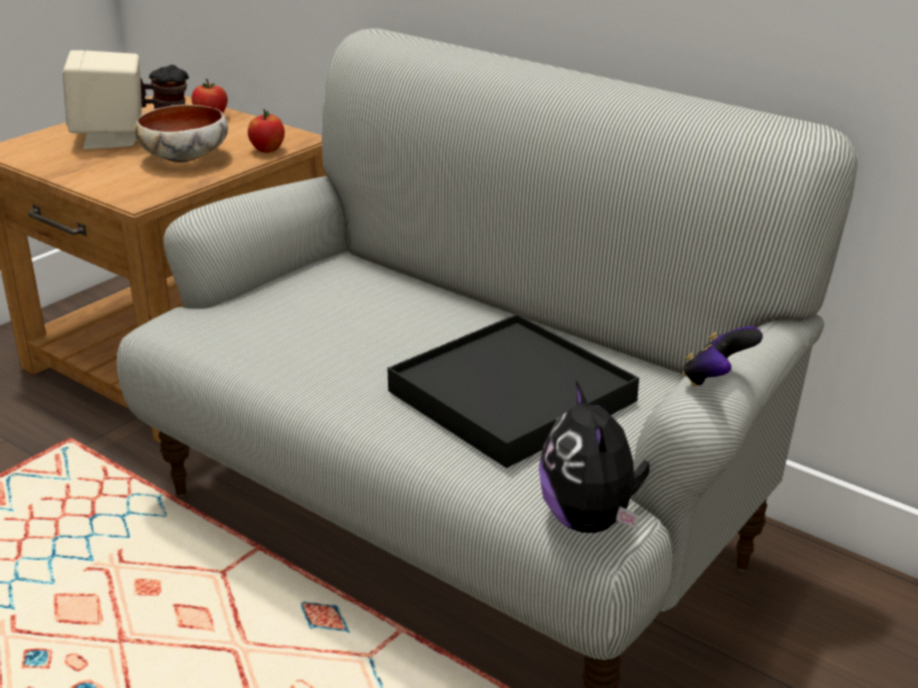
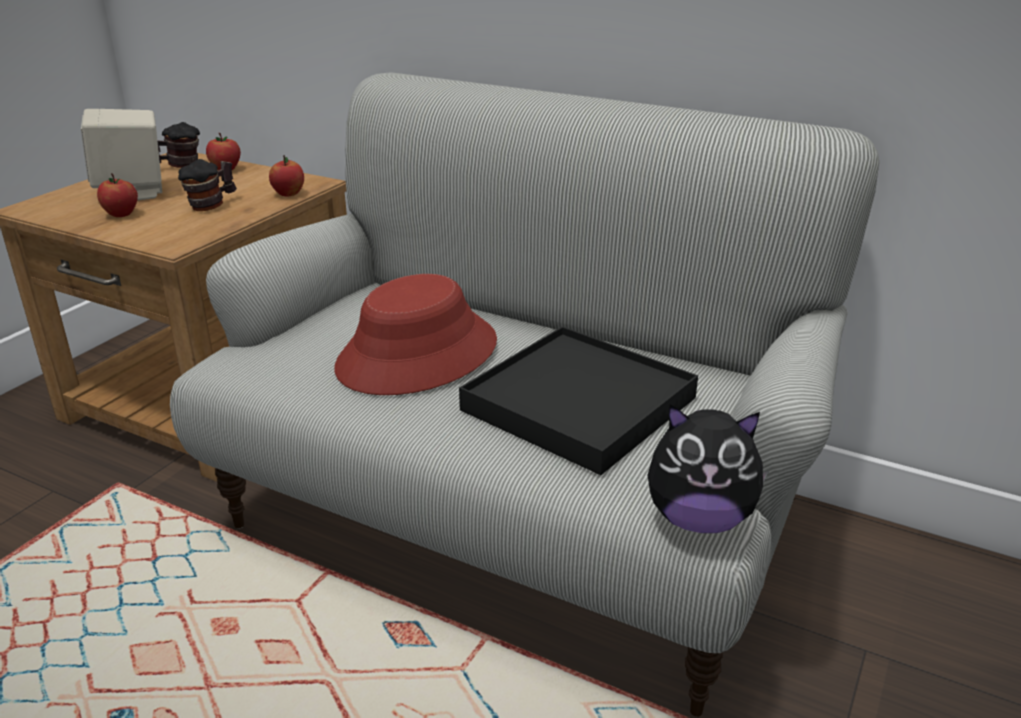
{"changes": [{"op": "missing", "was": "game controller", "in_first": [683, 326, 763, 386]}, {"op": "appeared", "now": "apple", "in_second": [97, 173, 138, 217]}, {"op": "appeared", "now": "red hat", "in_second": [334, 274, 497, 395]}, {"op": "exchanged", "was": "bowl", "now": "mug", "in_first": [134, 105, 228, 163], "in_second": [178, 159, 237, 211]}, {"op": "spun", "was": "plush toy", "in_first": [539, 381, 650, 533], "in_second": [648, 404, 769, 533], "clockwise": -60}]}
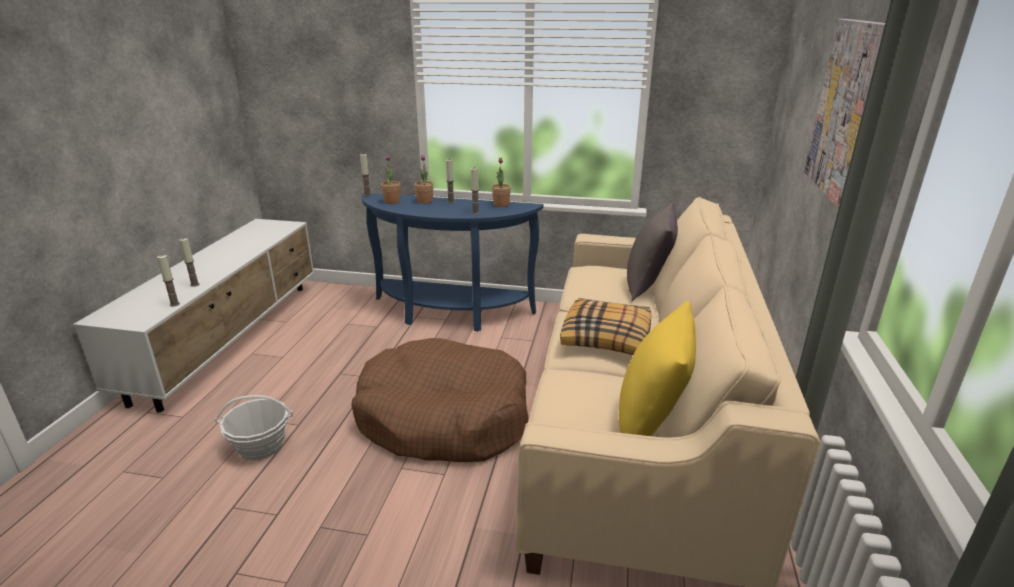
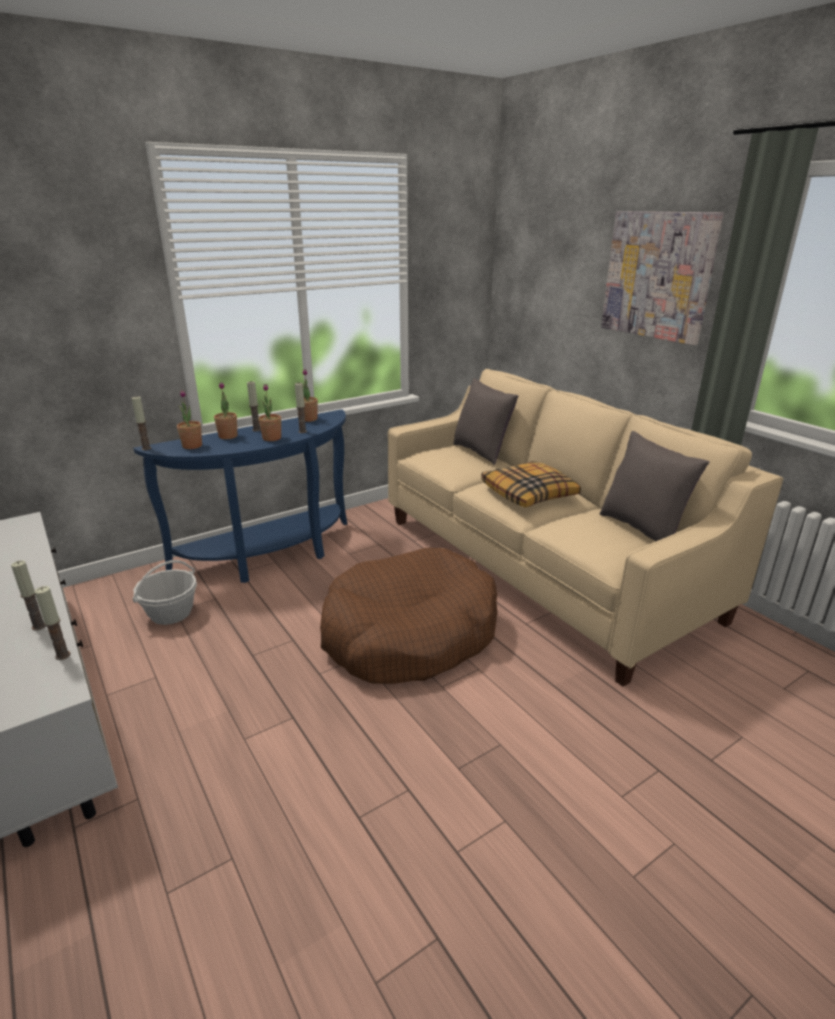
{"changes": [{"op": "appeared", "now": "potted plant", "in_second": [258, 384, 281, 441]}, {"op": "relocated", "was": "basket", "in_first": [215, 395, 293, 460], "in_second": [133, 560, 197, 625]}, {"op": "colour", "was": "yellow pillow", "now": "grey pillow", "in_first": [619, 301, 696, 436], "in_second": [600, 431, 710, 541]}]}
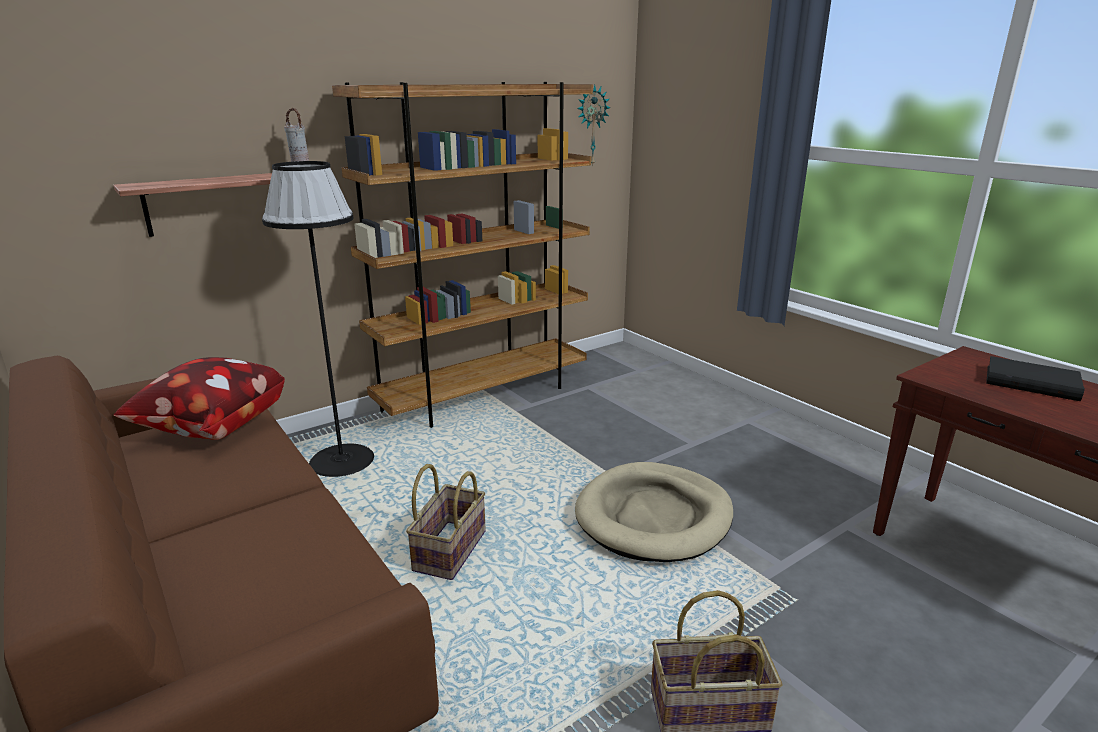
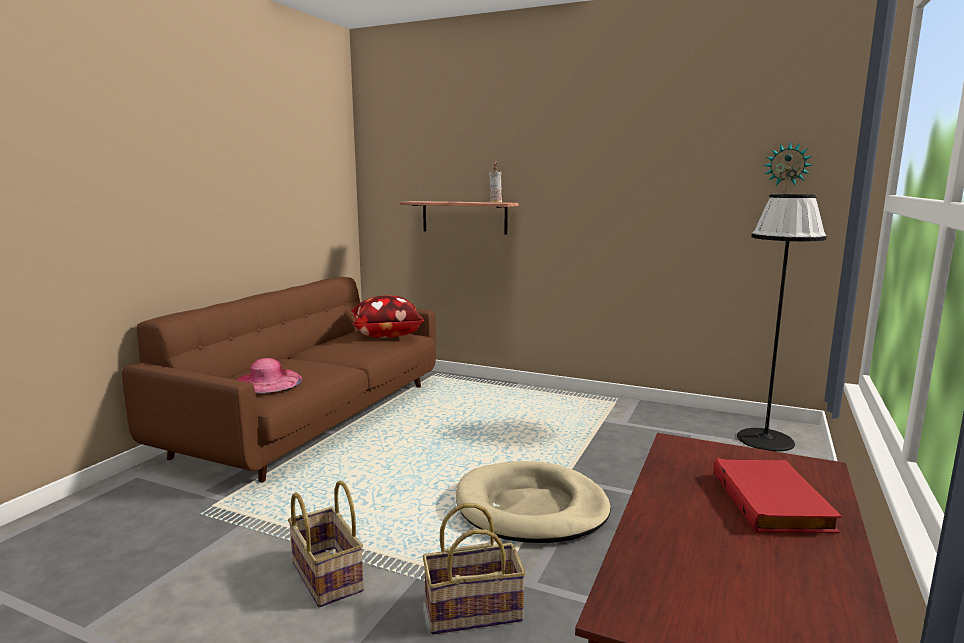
{"changes": [{"op": "missing", "was": "brown bookcase", "in_first": [332, 82, 593, 428]}, {"op": "appeared", "now": "pink hat", "in_second": [237, 358, 303, 393]}, {"op": "relocated", "was": "black floor lamp", "in_first": [262, 161, 374, 477], "in_second": [737, 194, 827, 452]}, {"op": "relocated", "was": "basket", "in_first": [406, 464, 486, 580], "in_second": [423, 503, 526, 635]}, {"op": "colour", "was": "black book", "now": "red book", "in_first": [986, 356, 1085, 401], "in_second": [713, 458, 842, 533]}]}
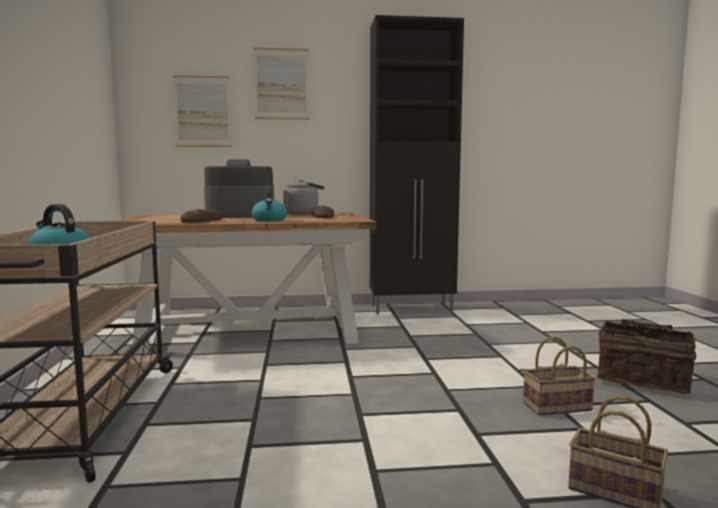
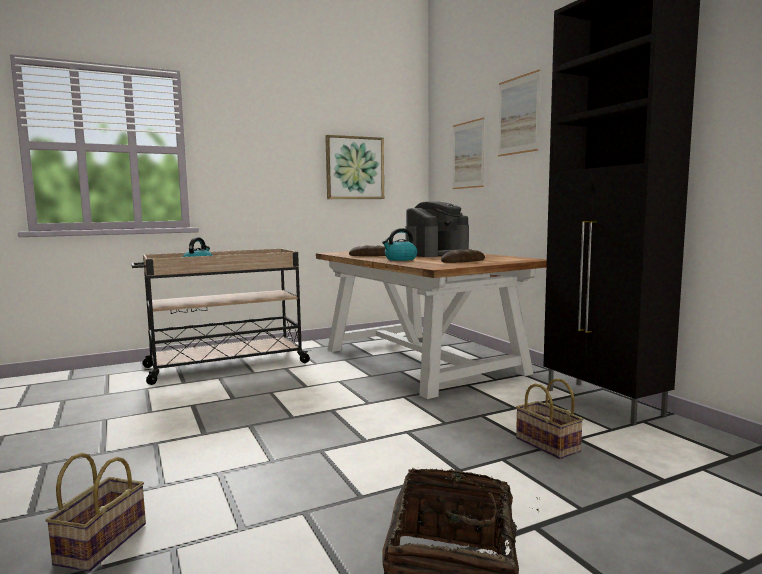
{"changes": [{"op": "missing", "was": "grey kettle", "in_first": [283, 180, 324, 215]}, {"op": "appeared", "now": "picture", "in_second": [325, 135, 384, 199]}, {"op": "relocated", "was": "basket", "in_first": [523, 336, 596, 416], "in_second": [516, 378, 584, 459]}, {"op": "spun", "was": "coffee machine", "in_first": [204, 159, 274, 218], "in_second": [405, 201, 469, 257], "clockwise": 75}]}
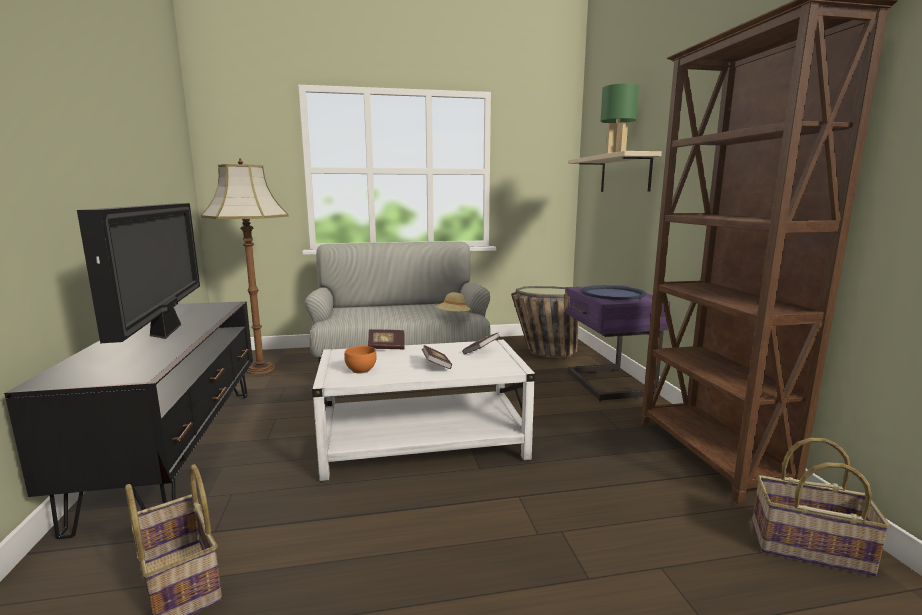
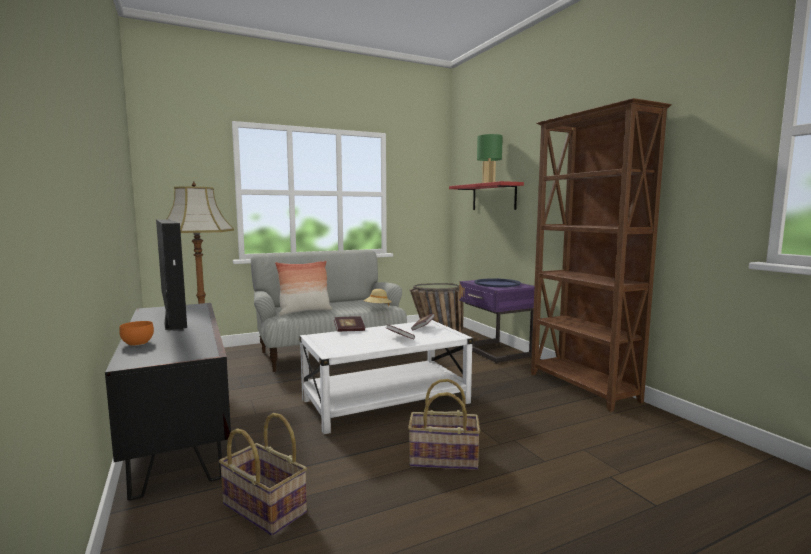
{"changes": [{"op": "appeared", "now": "pillow", "in_second": [275, 261, 332, 316]}, {"op": "relocated", "was": "orange bowl", "in_first": [344, 346, 377, 374], "in_second": [119, 321, 154, 346]}, {"op": "relocated", "was": "basket", "in_first": [752, 438, 891, 577], "in_second": [408, 379, 480, 470]}, {"op": "colour", "was": "beige shelf", "now": "red shelf", "in_first": [569, 151, 662, 192], "in_second": [449, 181, 524, 210]}]}
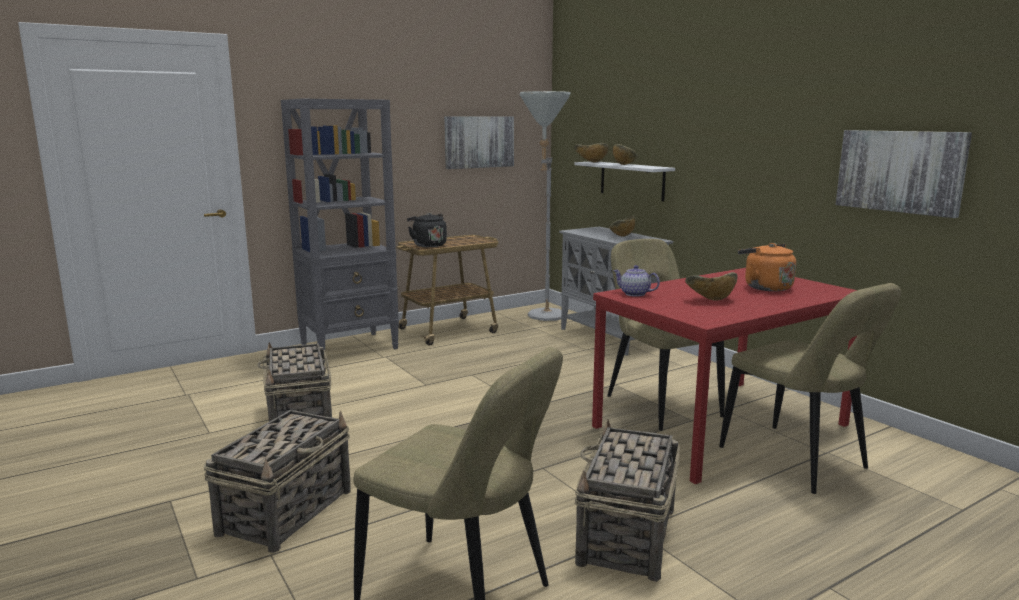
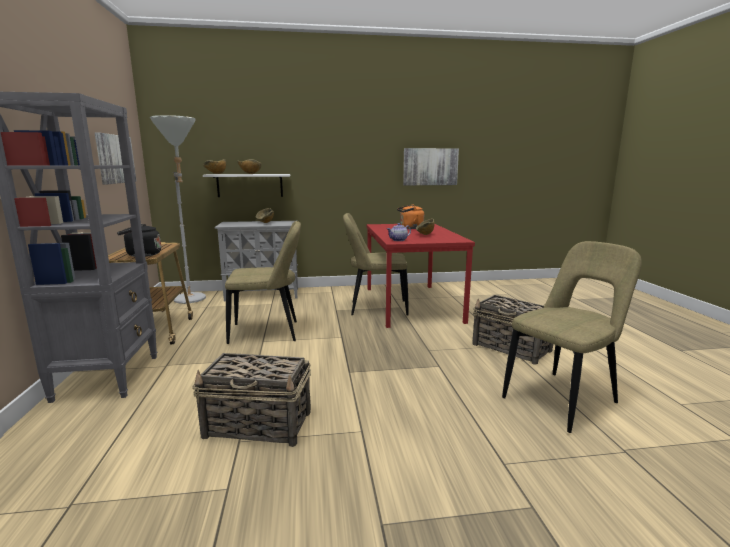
{"changes": [{"op": "missing", "was": "basket", "in_first": [204, 410, 351, 553]}, {"op": "relocated", "was": "beige chair", "in_first": [719, 283, 901, 494], "in_second": [225, 221, 301, 344]}]}
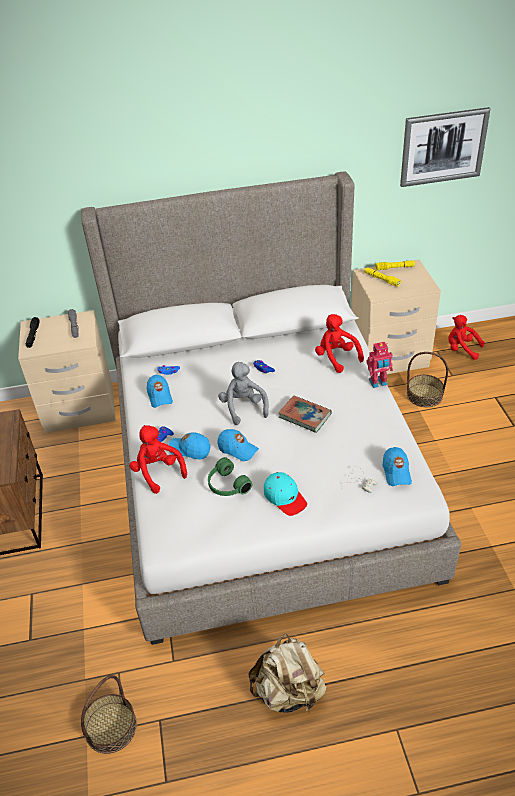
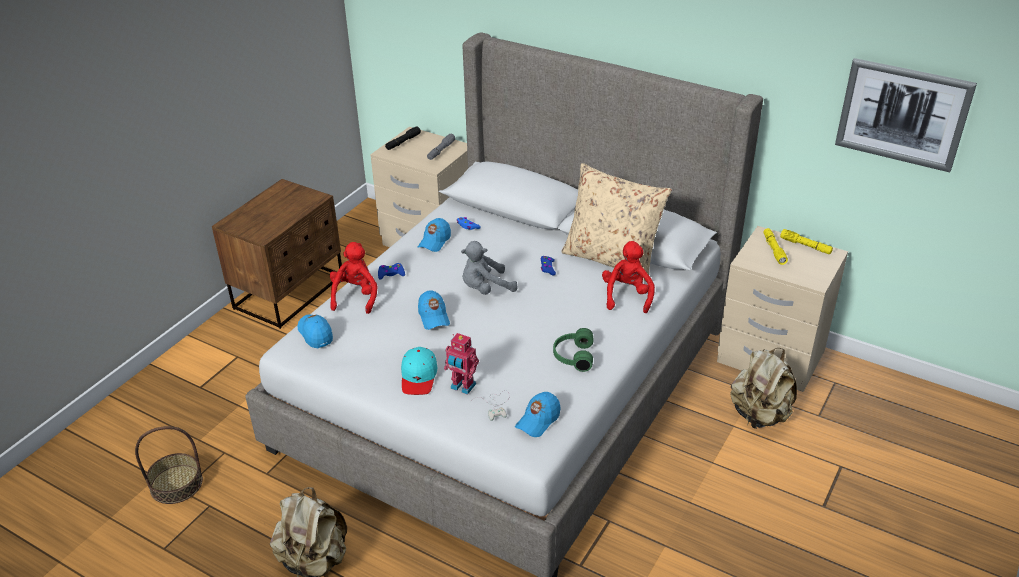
{"changes": [{"op": "missing", "was": "book", "in_first": [278, 396, 332, 433]}, {"op": "missing", "was": "red plush toy", "in_first": [448, 315, 485, 360]}, {"op": "appeared", "now": "beige pillow", "in_second": [561, 163, 672, 281]}, {"op": "relocated", "was": "blue cap", "in_first": [169, 432, 210, 460], "in_second": [298, 315, 333, 348]}, {"op": "relocated", "was": "green headphones", "in_first": [208, 457, 252, 496], "in_second": [553, 328, 594, 372]}, {"op": "relocated", "was": "toy robot", "in_first": [366, 342, 393, 388], "in_second": [444, 333, 479, 395]}, {"op": "exchanged", "was": "basket", "now": "beige backpack", "in_first": [407, 352, 448, 407], "in_second": [730, 348, 797, 429]}, {"op": "spun", "was": "grey plush toy", "in_first": [218, 362, 269, 425], "in_second": [461, 241, 518, 295], "clockwise": -135}]}
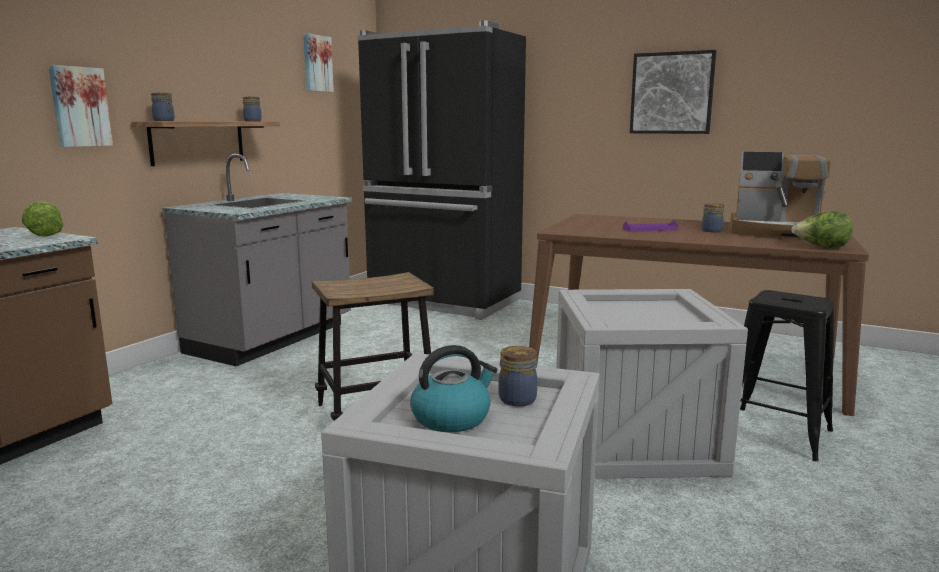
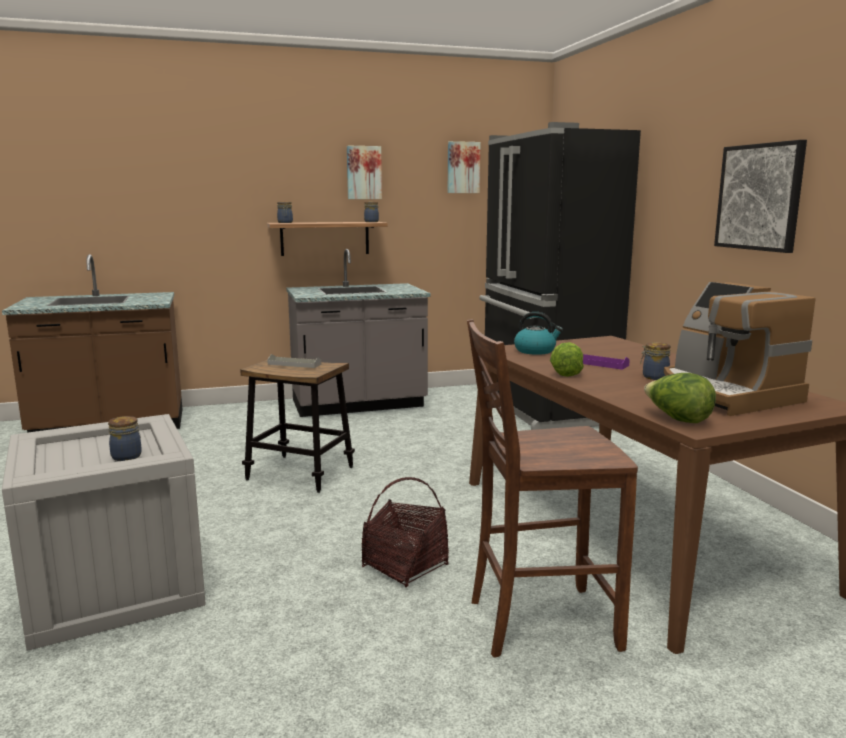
{"changes": [{"op": "appeared", "now": "grey tray", "in_second": [267, 354, 321, 368]}, {"op": "relocated", "was": "lettuce", "in_first": [22, 201, 64, 236], "in_second": [550, 342, 584, 377]}, {"op": "relocated", "was": "picture", "in_first": [48, 65, 113, 147], "in_second": [347, 146, 382, 199]}, {"op": "relocated", "was": "kettle", "in_first": [410, 345, 497, 432], "in_second": [514, 312, 563, 355]}, {"op": "exchanged", "was": "crate", "now": "basket", "in_first": [556, 289, 748, 479], "in_second": [362, 477, 449, 587]}, {"op": "exchanged", "was": "black stool", "now": "brown chair", "in_first": [740, 290, 834, 461], "in_second": [467, 319, 638, 658]}]}
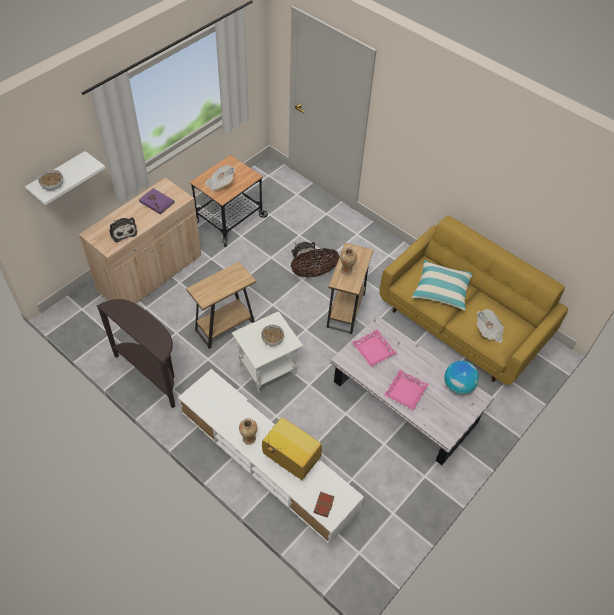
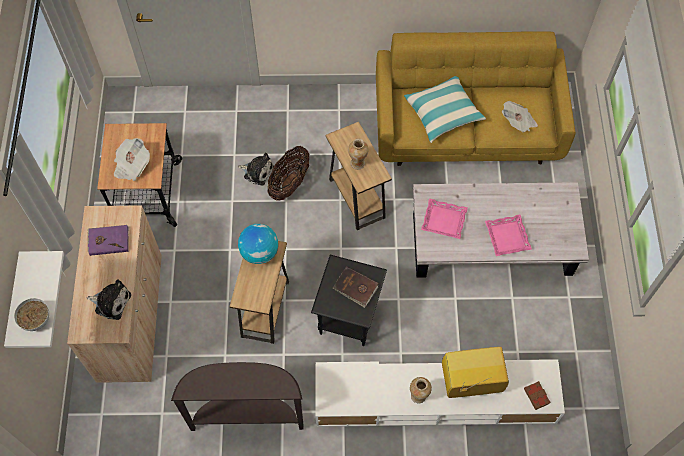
{"changes": [{"op": "relocated", "was": "globe", "in_first": [444, 361, 479, 394], "in_second": [238, 224, 278, 264]}, {"op": "exchanged", "was": "bowl", "now": "brown book", "in_first": [261, 325, 284, 346], "in_second": [332, 266, 379, 308]}, {"op": "colour", "was": "white side table", "now": "black side table", "in_first": [232, 311, 303, 393], "in_second": [311, 255, 387, 346]}]}
